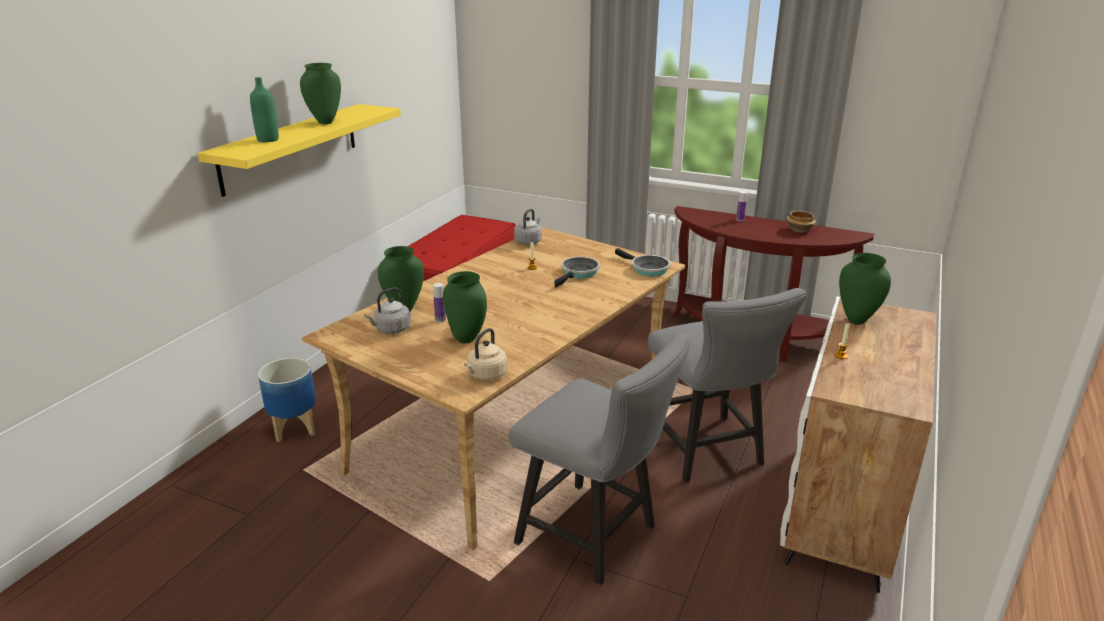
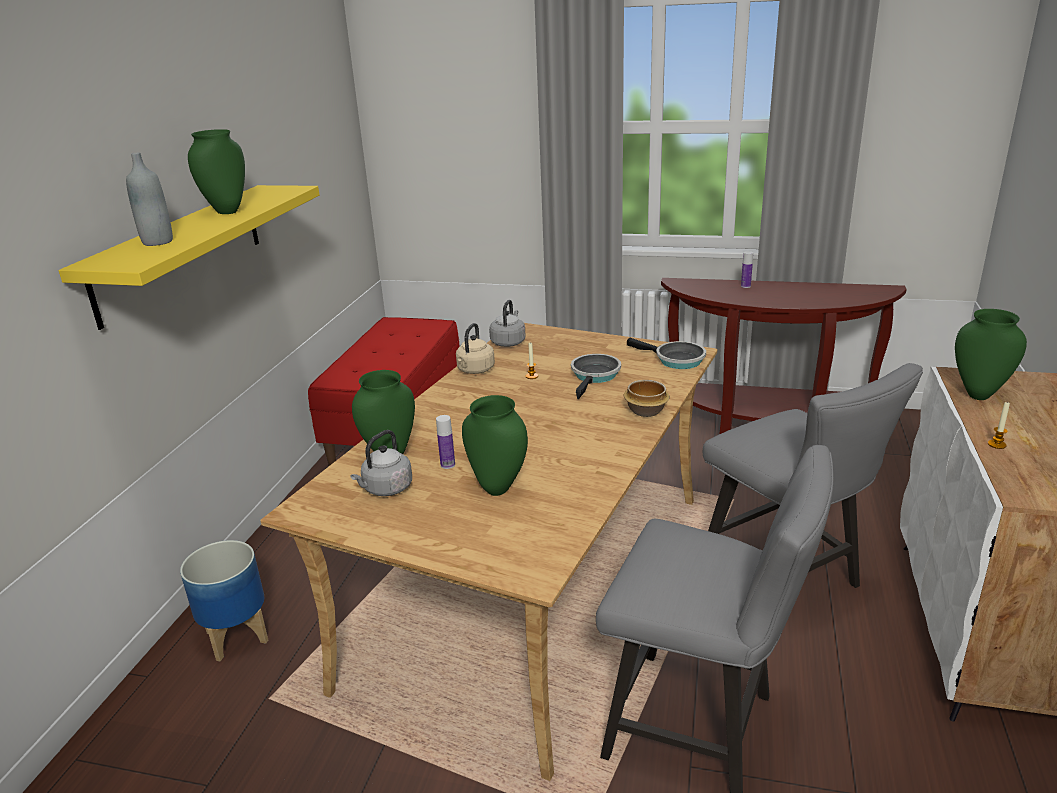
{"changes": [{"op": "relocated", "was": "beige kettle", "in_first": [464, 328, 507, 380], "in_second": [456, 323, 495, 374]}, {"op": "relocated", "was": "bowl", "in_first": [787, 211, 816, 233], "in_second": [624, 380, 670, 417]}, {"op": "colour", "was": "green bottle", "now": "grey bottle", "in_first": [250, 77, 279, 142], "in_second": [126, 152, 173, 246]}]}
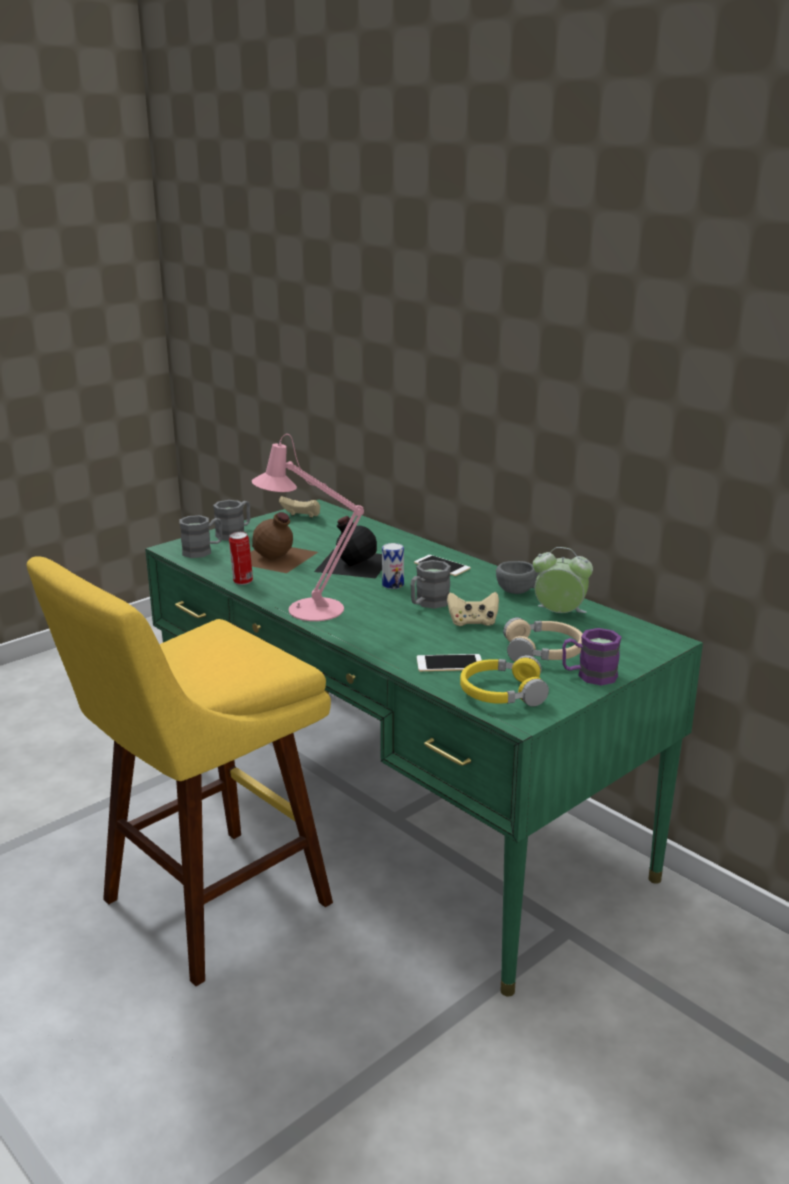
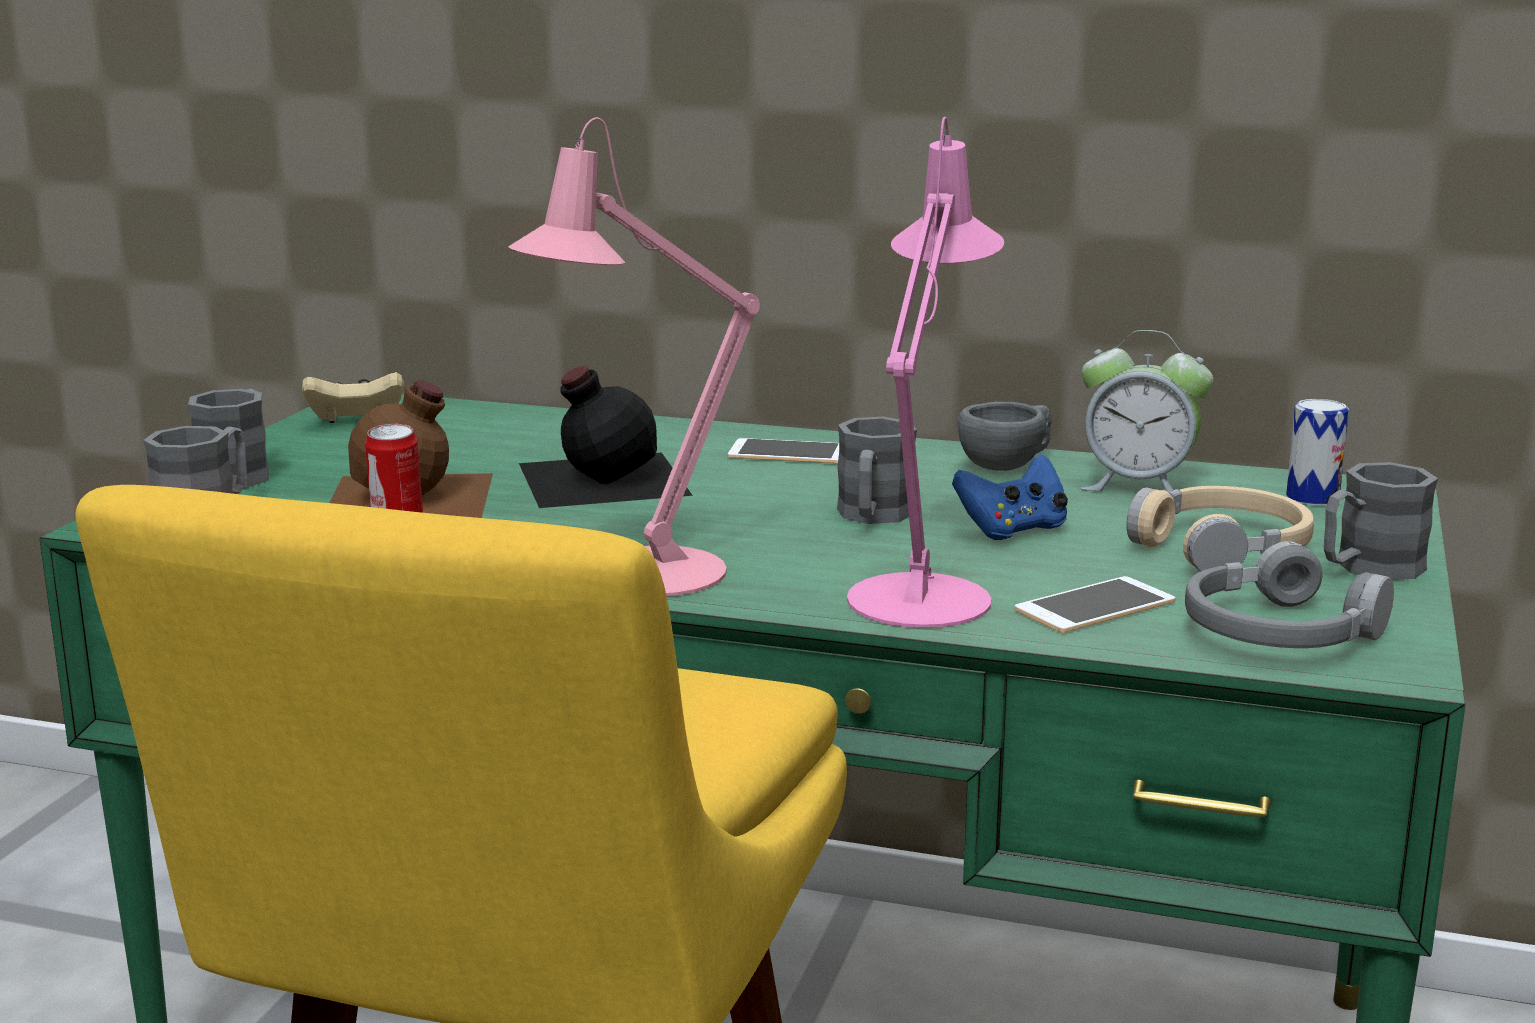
{"changes": [{"op": "appeared", "now": "pink table lamp", "in_second": [847, 117, 1004, 628]}, {"op": "relocated", "was": "can", "in_first": [382, 543, 404, 589], "in_second": [1286, 399, 1349, 505]}, {"op": "colour", "was": "beige game controller", "now": "blue game controller", "in_first": [447, 592, 499, 626], "in_second": [952, 454, 1068, 540]}, {"op": "colour", "was": "yellow headphones", "now": "grey headphones", "in_first": [460, 655, 549, 707], "in_second": [1185, 541, 1394, 648]}, {"op": "colour", "was": "purple mug", "now": "grey mug", "in_first": [562, 628, 621, 685], "in_second": [1324, 462, 1438, 580]}, {"op": "spun", "was": "alarm clock", "in_first": [533, 547, 593, 613], "in_second": [1080, 330, 1213, 492], "clockwise": -150}]}
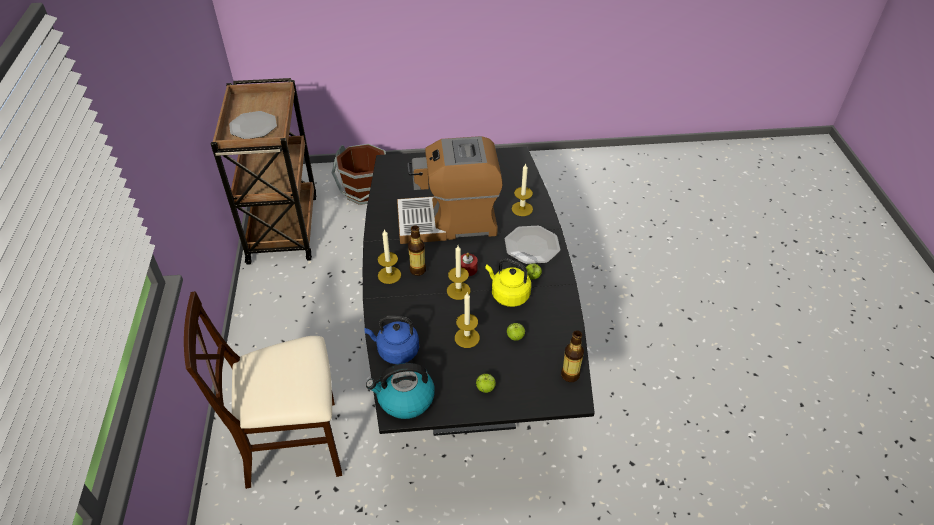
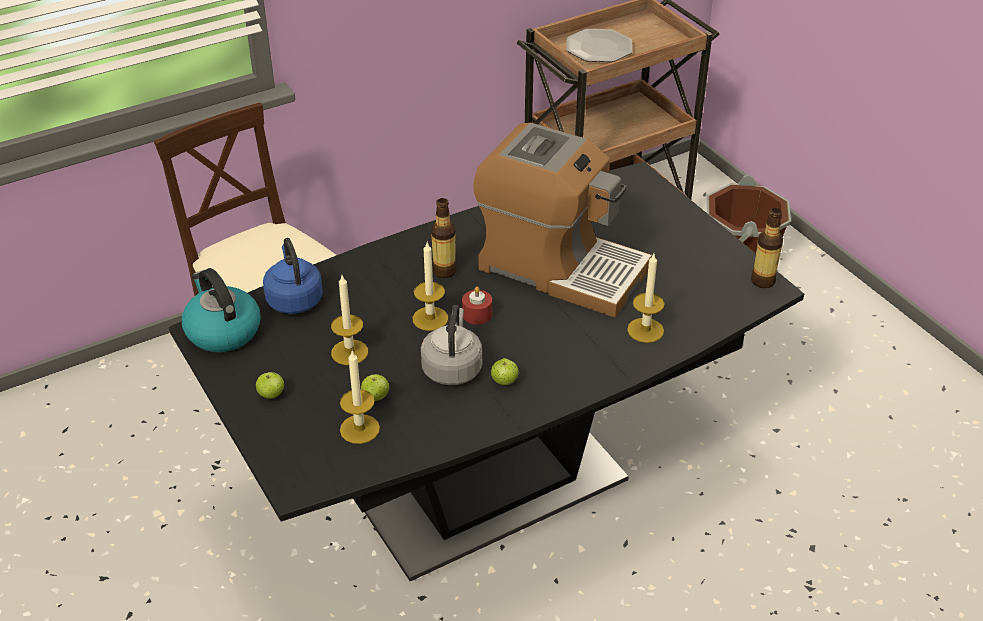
{"changes": [{"op": "missing", "was": "plate", "in_first": [505, 226, 560, 264]}, {"op": "relocated", "was": "candle", "in_first": [378, 229, 401, 284], "in_second": [340, 351, 380, 444]}, {"op": "relocated", "was": "bottle", "in_first": [561, 330, 584, 382], "in_second": [751, 208, 783, 288]}, {"op": "colour", "was": "yellow kettle", "now": "grey kettle", "in_first": [485, 258, 531, 307], "in_second": [421, 305, 482, 385]}, {"op": "spun", "was": "coffee machine", "in_first": [397, 136, 503, 244], "in_second": [473, 123, 652, 318], "clockwise": 150}]}
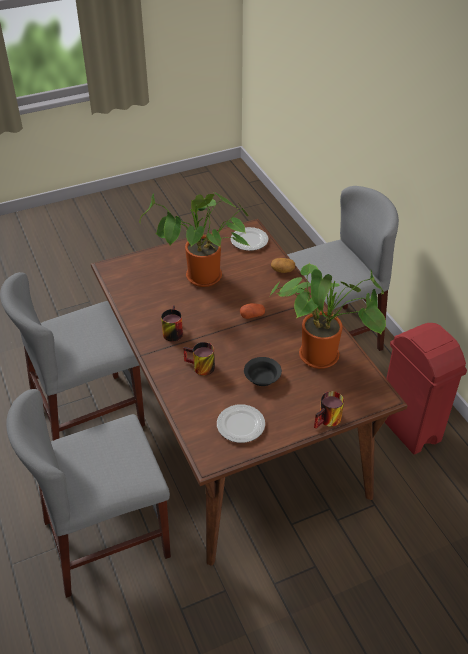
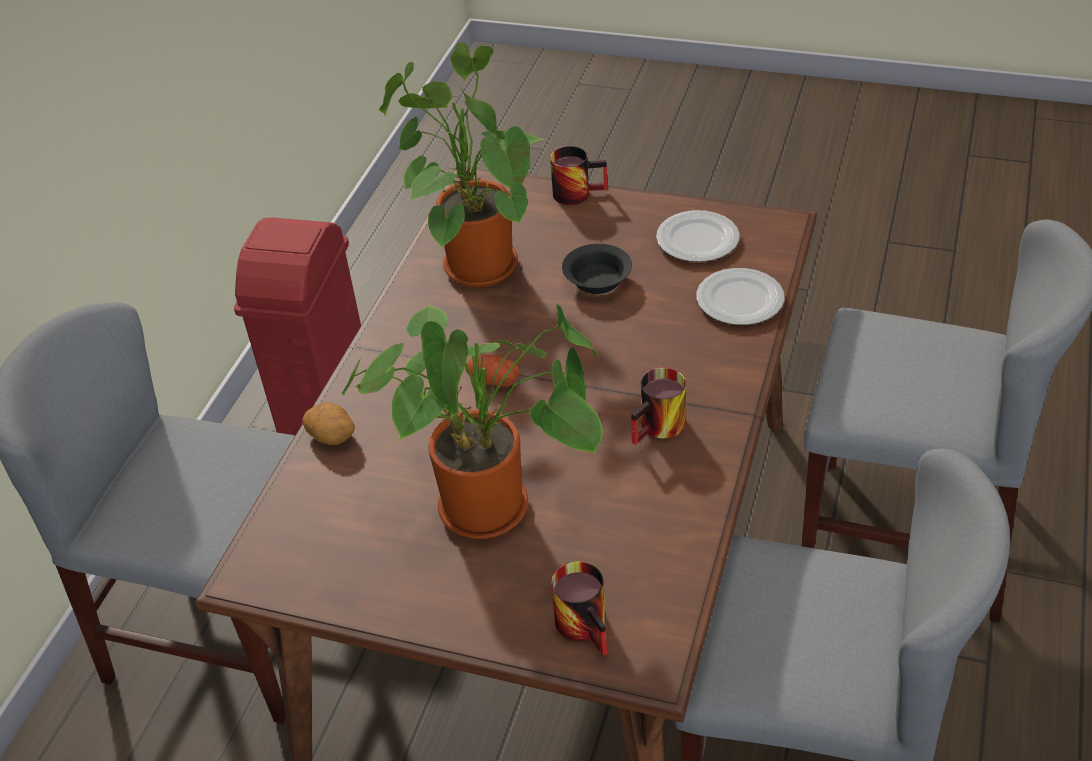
{"changes": [{"op": "relocated", "was": "mug", "in_first": [184, 342, 215, 376], "in_second": [551, 561, 607, 655]}, {"op": "relocated", "was": "plate", "in_first": [231, 227, 268, 251], "in_second": [697, 268, 785, 325]}]}
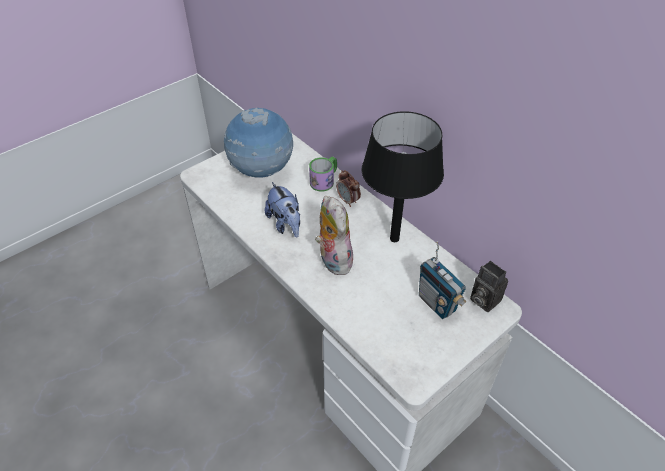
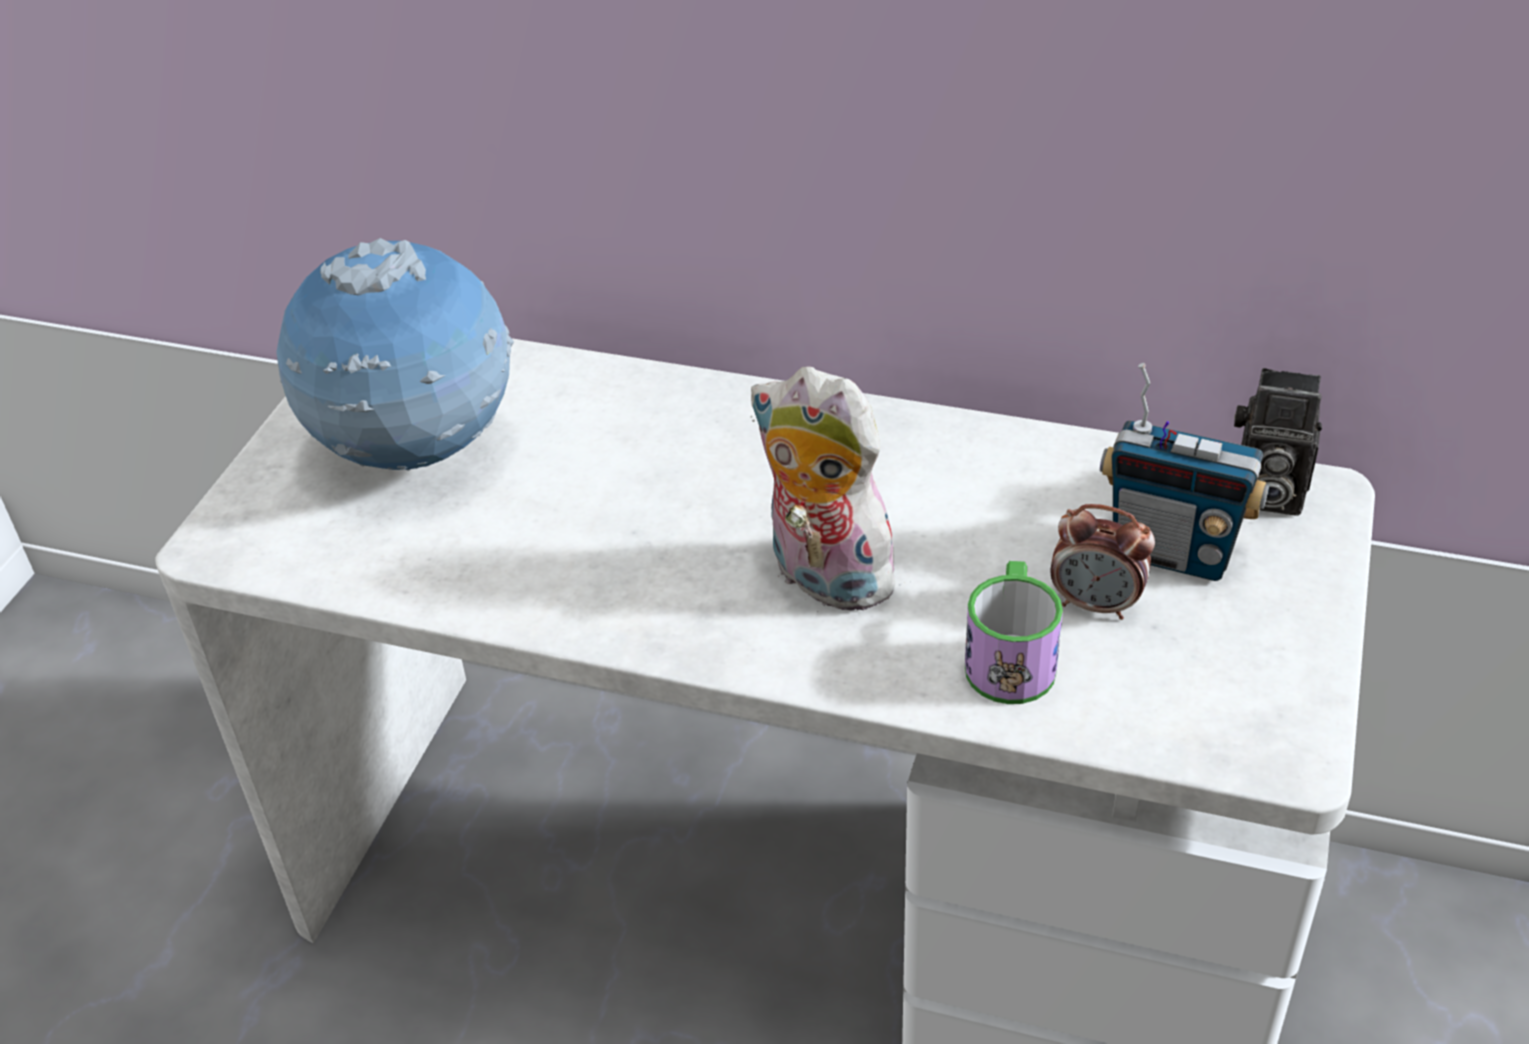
{"changes": [{"op": "missing", "was": "plush toy", "in_first": [265, 182, 300, 237]}, {"op": "missing", "was": "black table lamp", "in_first": [361, 111, 444, 242]}, {"op": "relocated", "was": "mug", "in_first": [309, 156, 337, 192], "in_second": [965, 561, 1063, 704]}, {"op": "relocated", "was": "alarm clock", "in_first": [336, 170, 361, 207], "in_second": [1050, 504, 1155, 620]}]}
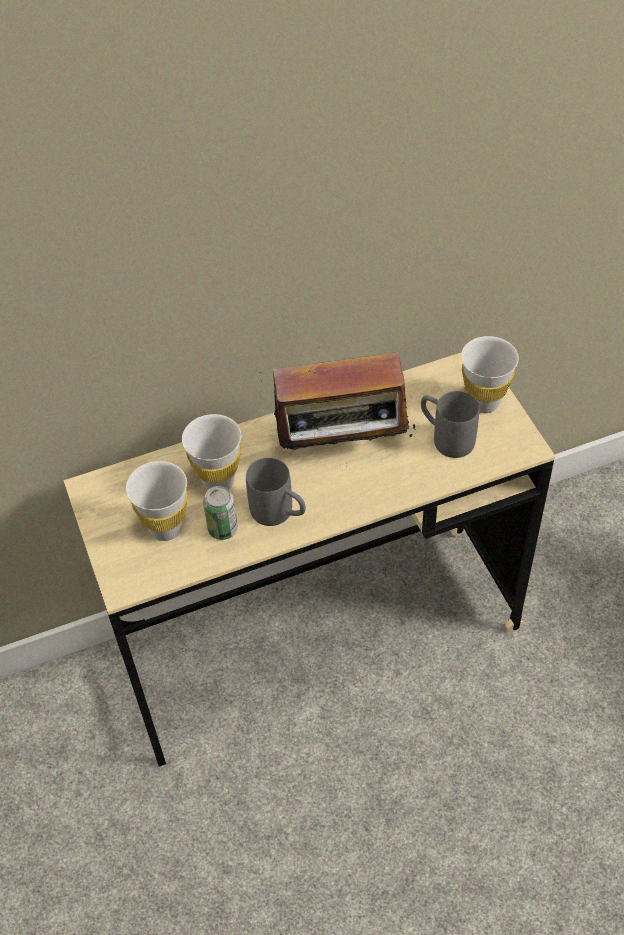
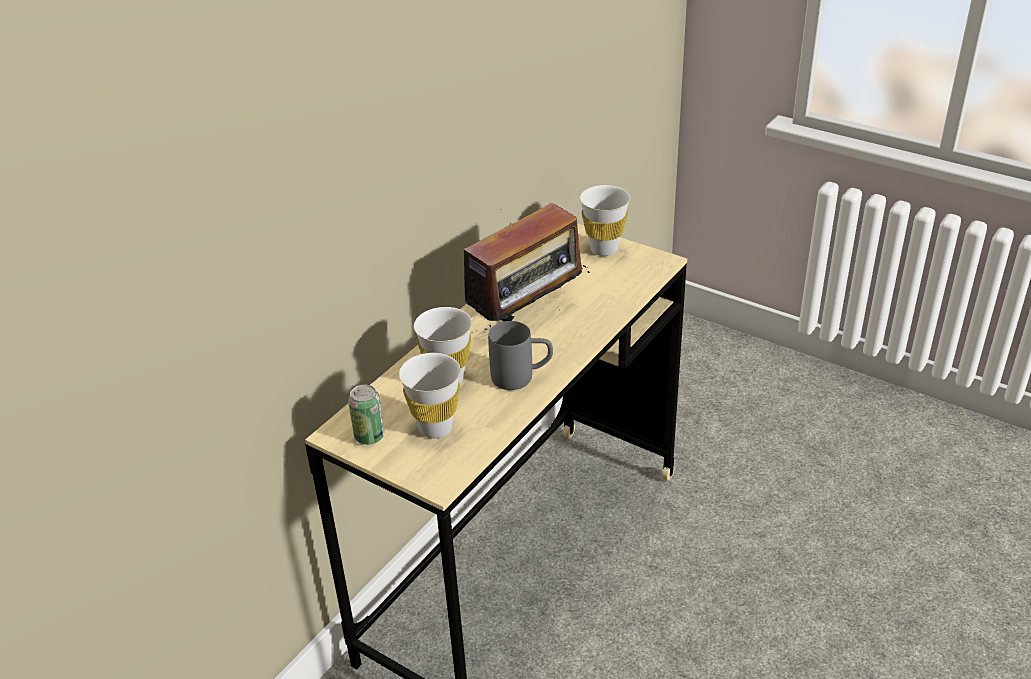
{"changes": [{"op": "missing", "was": "grey mug", "in_first": [421, 391, 479, 458]}, {"op": "relocated", "was": "can", "in_first": [203, 486, 238, 540], "in_second": [348, 385, 384, 445]}]}
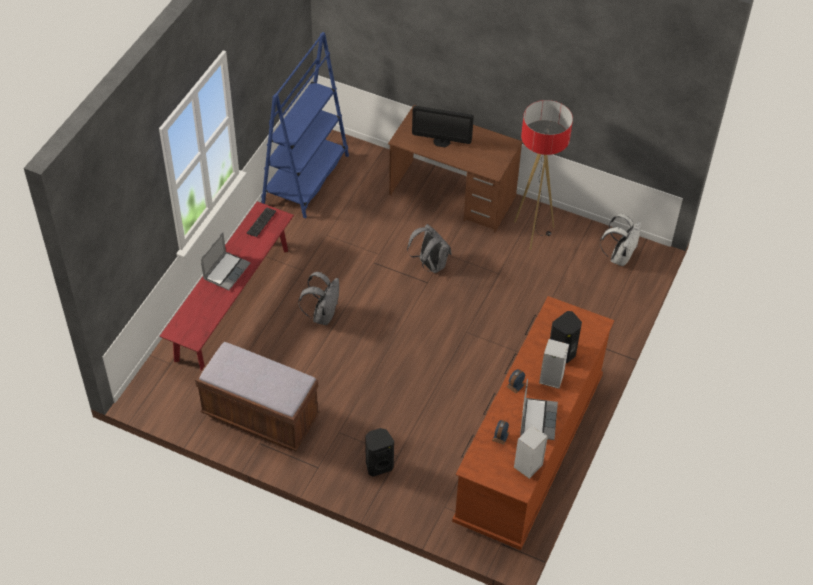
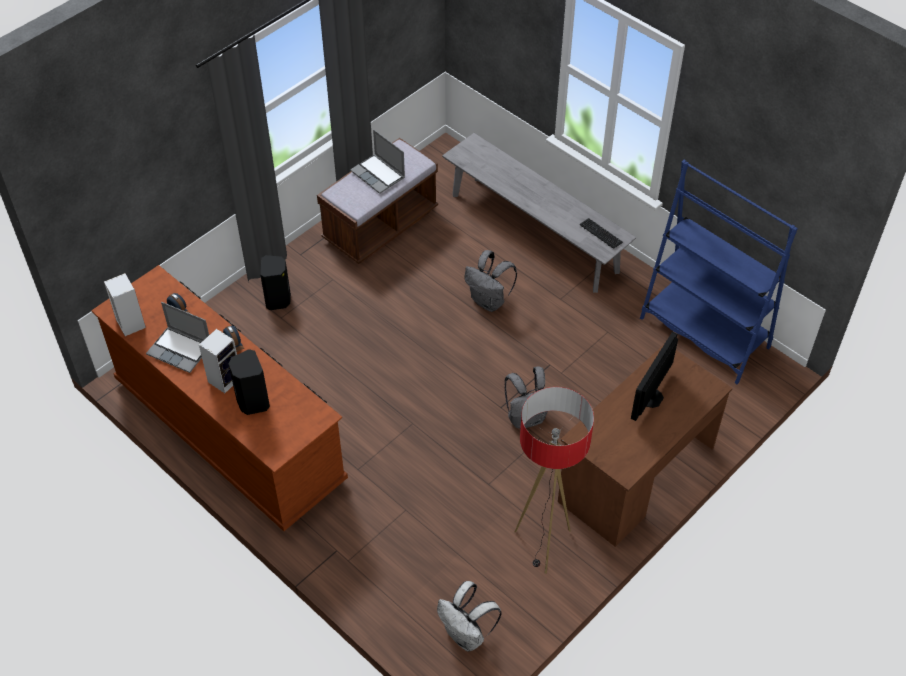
{"changes": [{"op": "relocated", "was": "laptop", "in_first": [201, 232, 250, 290], "in_second": [350, 129, 405, 194]}, {"op": "colour", "was": "red bench", "now": "grey bench", "in_first": [160, 201, 294, 371], "in_second": [442, 133, 636, 293]}]}
